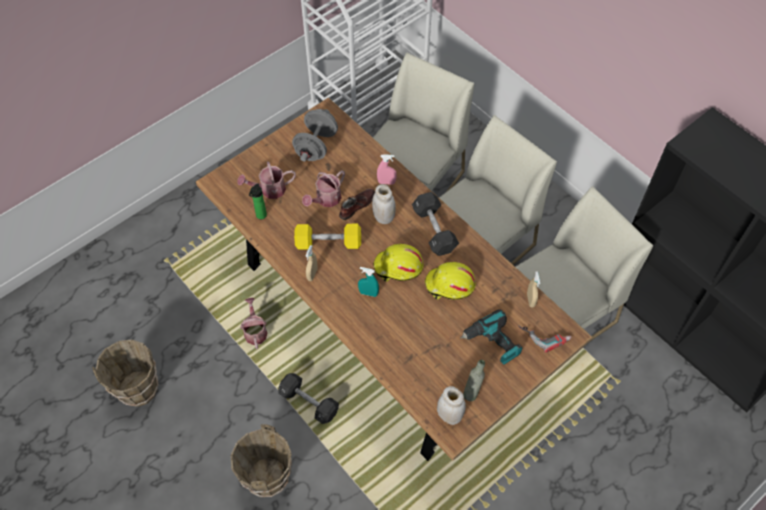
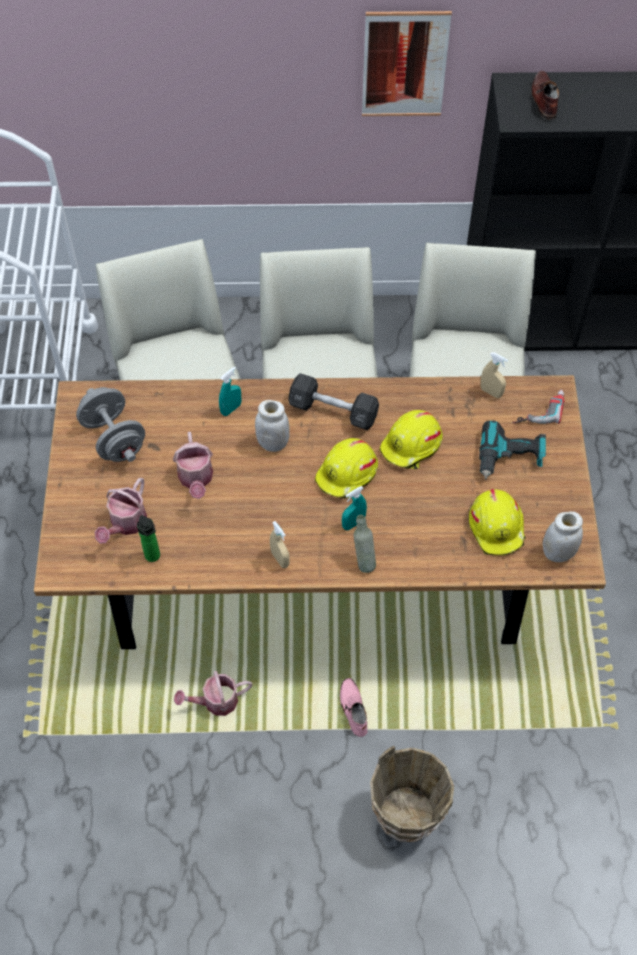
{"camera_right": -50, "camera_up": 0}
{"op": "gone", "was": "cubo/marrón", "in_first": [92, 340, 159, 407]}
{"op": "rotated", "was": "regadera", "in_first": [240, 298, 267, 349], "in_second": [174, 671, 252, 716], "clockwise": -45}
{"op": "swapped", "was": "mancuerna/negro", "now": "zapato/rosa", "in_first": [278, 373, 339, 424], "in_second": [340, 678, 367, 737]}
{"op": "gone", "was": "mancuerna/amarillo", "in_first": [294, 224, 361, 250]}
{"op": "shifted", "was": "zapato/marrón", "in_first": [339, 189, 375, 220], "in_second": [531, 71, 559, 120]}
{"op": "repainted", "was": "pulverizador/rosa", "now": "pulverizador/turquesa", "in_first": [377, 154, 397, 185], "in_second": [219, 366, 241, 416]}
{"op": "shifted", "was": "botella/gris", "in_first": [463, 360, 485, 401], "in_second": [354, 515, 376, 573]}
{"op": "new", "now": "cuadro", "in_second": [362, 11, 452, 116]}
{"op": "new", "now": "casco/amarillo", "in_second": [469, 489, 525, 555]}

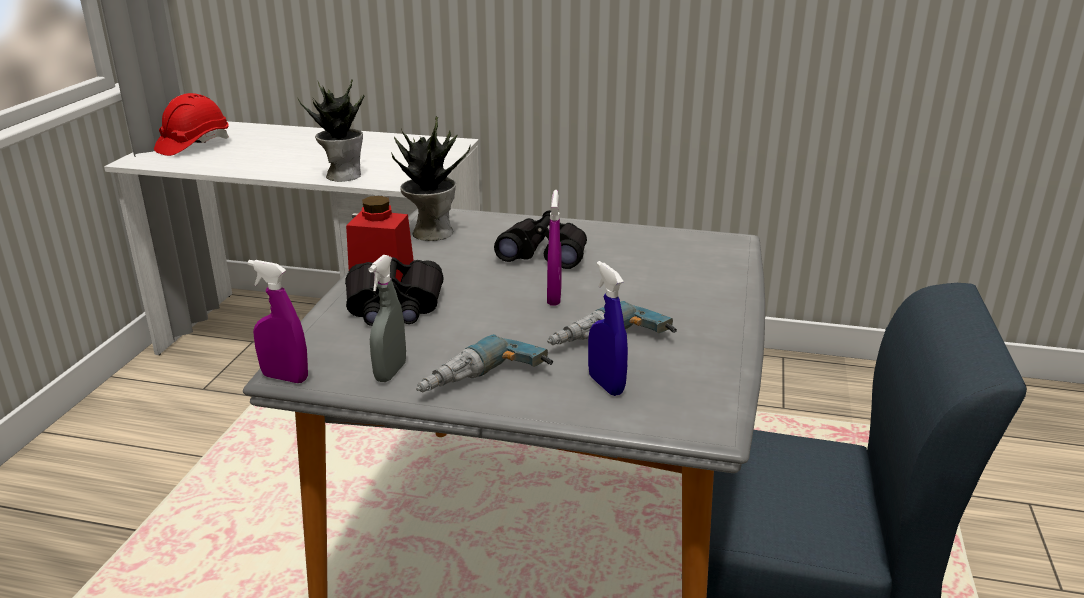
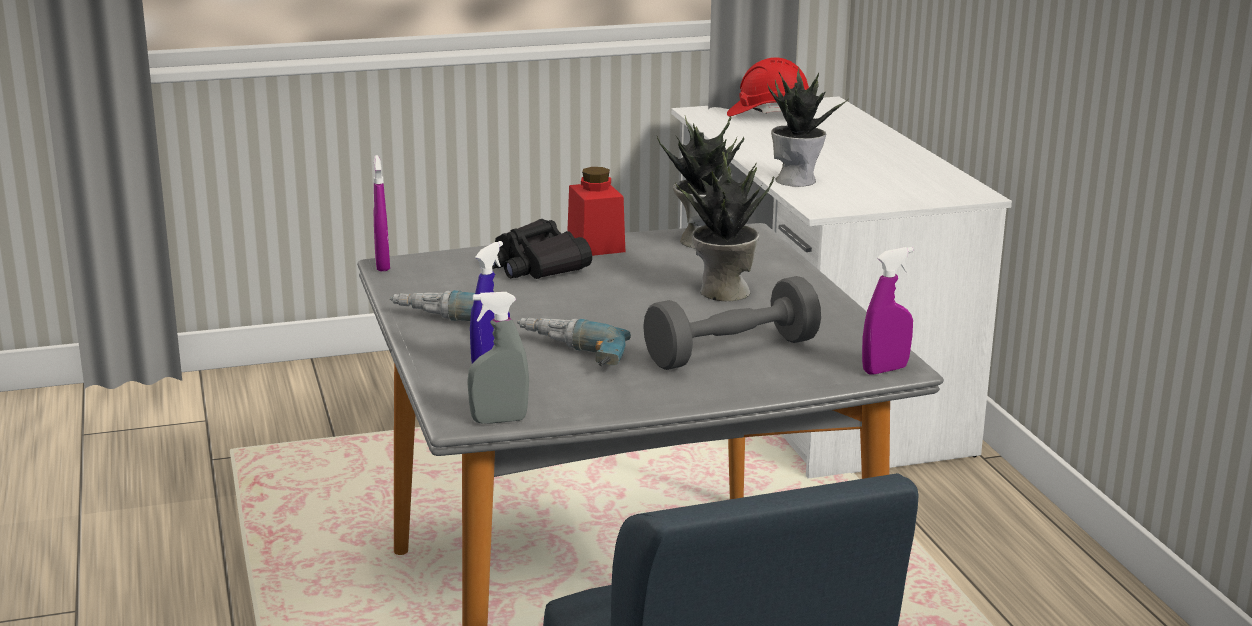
{"camera_right": 60, "camera_up": -5}
{"op": "shifted", "was": "pulverizador/gris", "in_first": [368, 255, 406, 382], "in_second": [467, 292, 529, 423]}
{"op": "swapped", "was": "prismáticos/negro", "now": "planta en maceta", "in_first": [494, 210, 587, 269], "in_second": [675, 151, 774, 301]}
{"op": "shifted", "was": "pulverizador/morado", "in_first": [547, 190, 562, 306], "in_second": [862, 247, 913, 375]}
{"op": "new", "now": "mancuerna/gris", "in_second": [643, 276, 821, 370]}

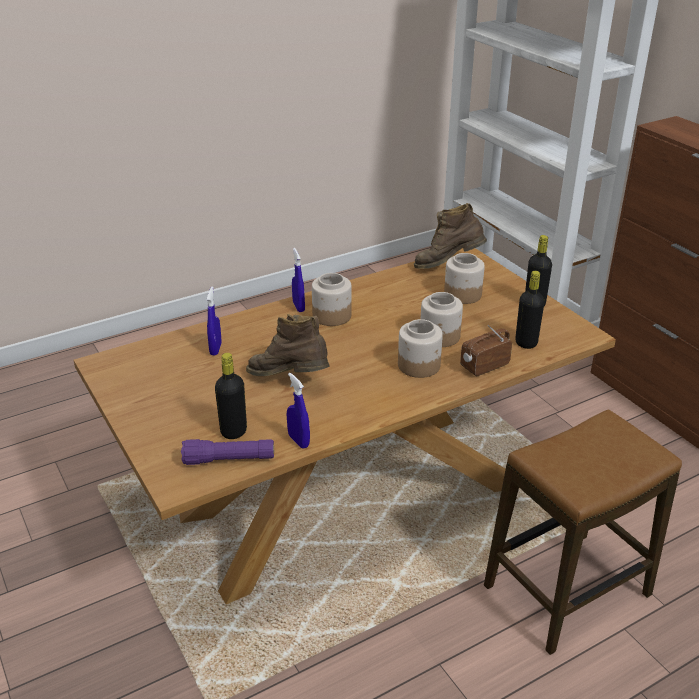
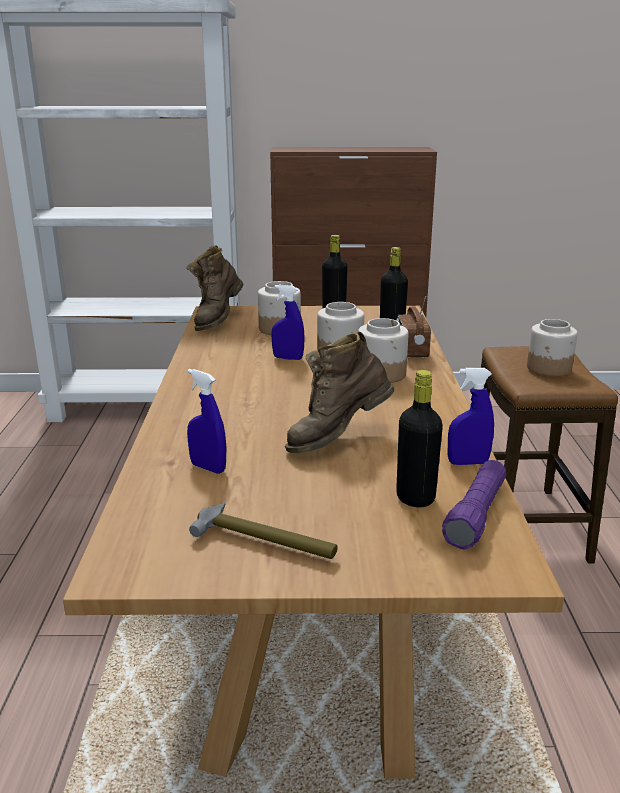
{"camera_right": -60, "camera_up": -10}
{"op": "shifted", "was": "pulverizador/azul", "in_first": [292, 248, 305, 312], "in_second": [271, 285, 305, 360]}
{"op": "shifted", "was": "tarro", "in_first": [312, 273, 352, 326], "in_second": [527, 319, 578, 376]}
{"op": "new", "now": "martillo", "in_second": [189, 502, 338, 559]}

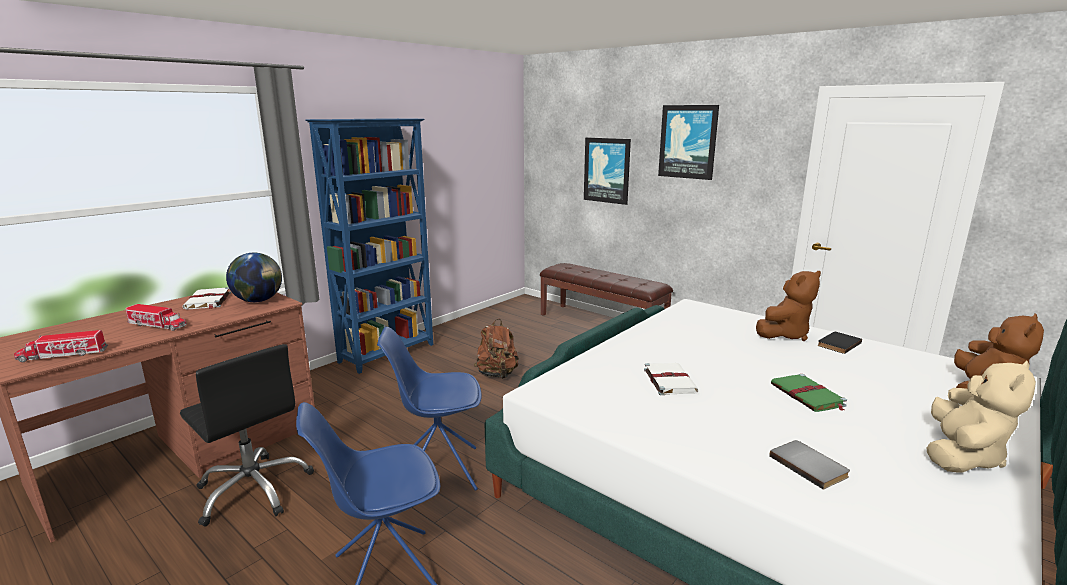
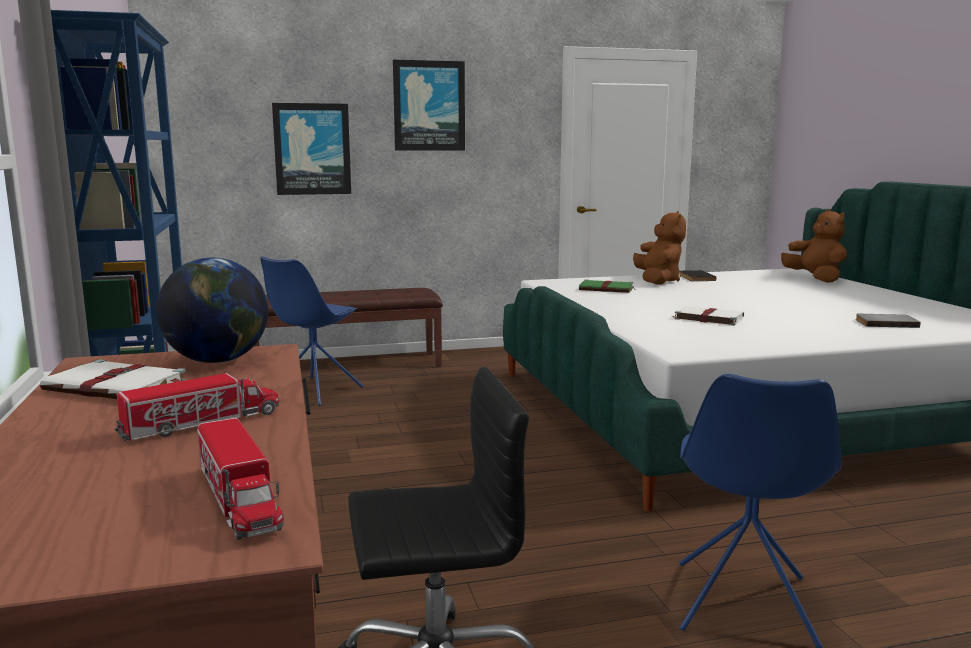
{"camera_right": -55, "camera_up": -5}
{"op": "rotated", "was": "camión de juguete", "in_first": [14, 330, 108, 362], "in_second": [197, 418, 284, 540], "clockwise": -45}
{"op": "shifted", "was": "silla/azul", "in_first": [377, 327, 482, 491], "in_second": [261, 257, 363, 406]}
{"op": "gone", "was": "mochila/marrón", "in_first": [474, 319, 519, 379]}
{"op": "shifted", "was": "libro/verde", "in_first": [771, 374, 847, 412], "in_second": [579, 279, 637, 293]}
{"op": "gone", "was": "peluche/beis", "in_first": [927, 360, 1036, 473]}

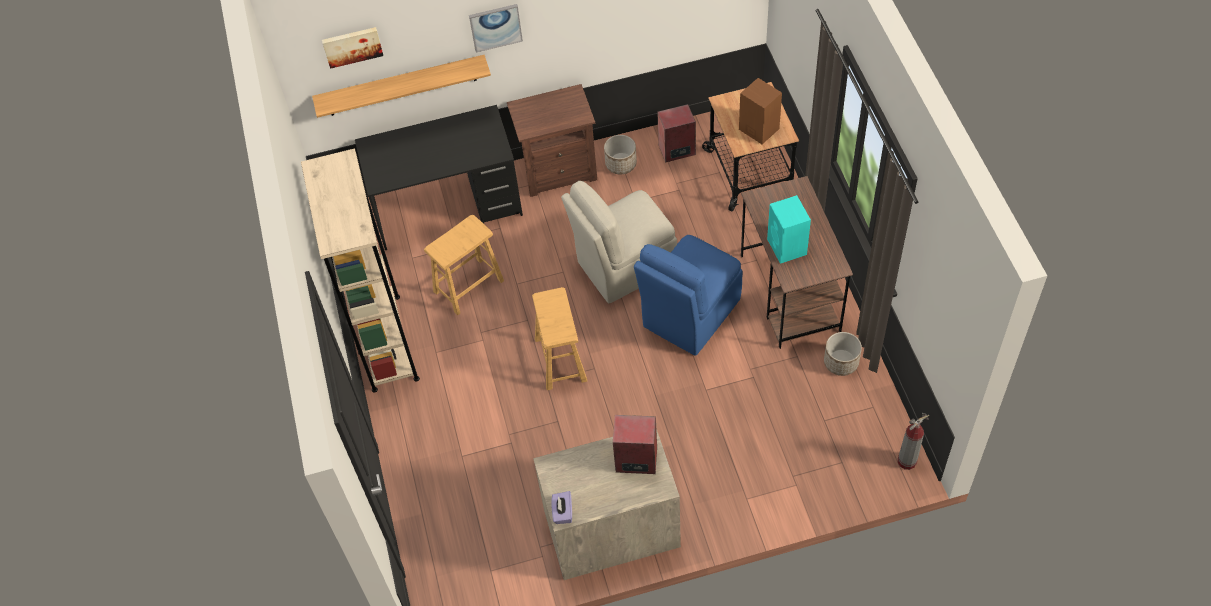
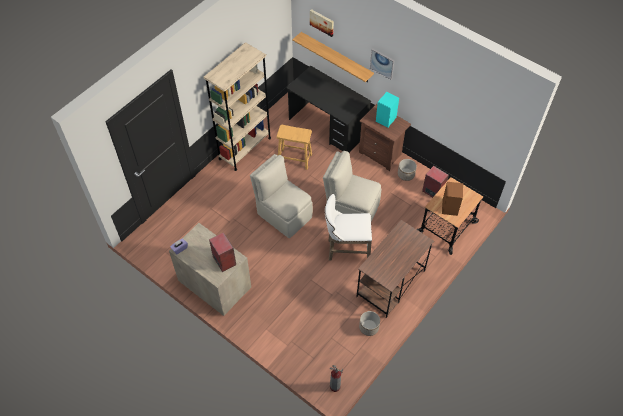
{"camera_right": 50, "camera_up": 0}
{"op": "swapped", "was": "taburete/marrón", "now": "silla/beis", "in_first": [532, 287, 587, 390], "in_second": [250, 154, 313, 238]}
{"op": "swapped", "was": "silla/azul", "now": "taburete/blanco", "in_first": [634, 235, 742, 356], "in_second": [325, 194, 372, 261]}
{"op": "shifted", "was": "altavoz/turquesa", "in_first": [767, 195, 811, 264], "in_second": [376, 92, 399, 128]}

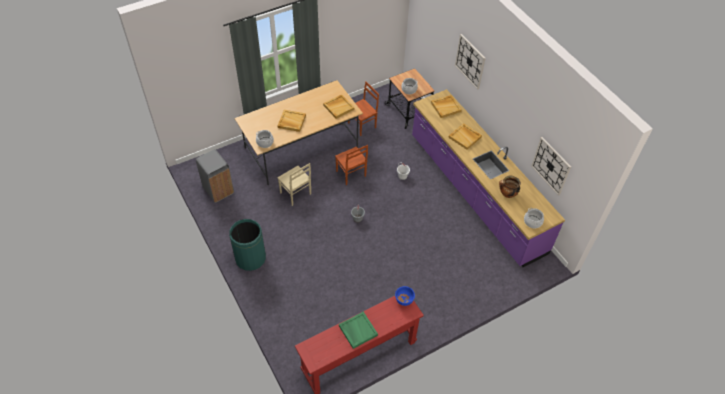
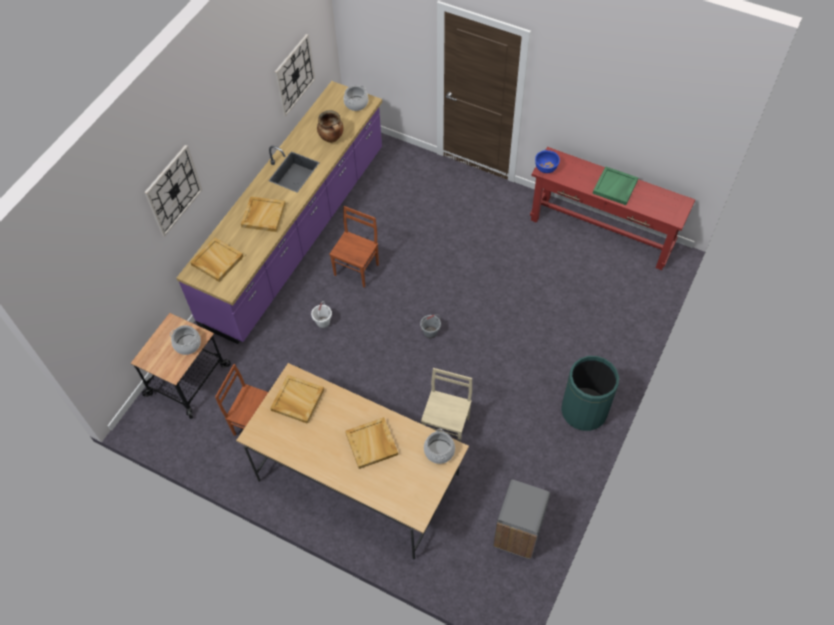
{"camera_right": -120, "camera_up": 5}
{"op": "shifted", "was": "silla/marrón", "in_first": [335, 145, 368, 185], "in_second": [329, 206, 379, 288]}

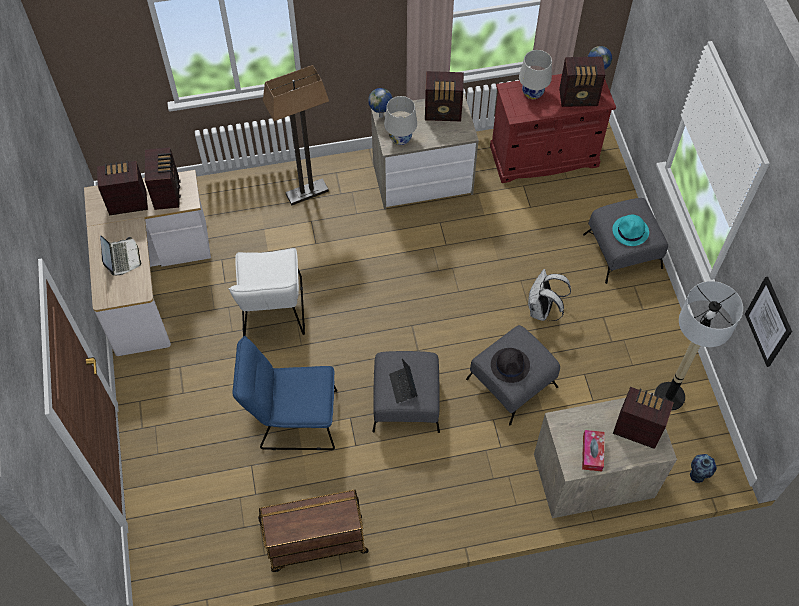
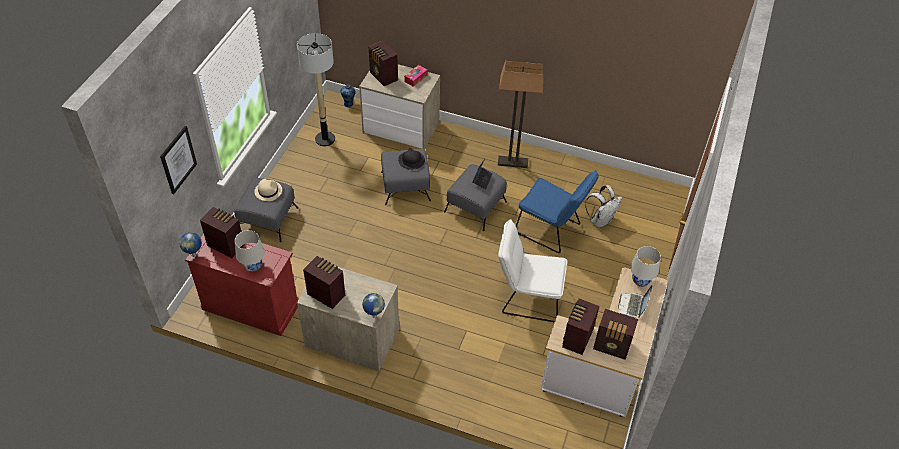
{"camera_right": -150, "camera_up": -10}
{"op": "rotated", "was": "silla/blanco", "in_first": [228, 248, 305, 337], "in_second": [498, 219, 567, 322], "clockwise": -105}
{"op": "gone", "was": "carrito/marrón", "in_first": [258, 490, 369, 572]}
{"op": "shifted", "was": "lámpara de pie", "in_first": [263, 65, 329, 205], "in_second": [498, 61, 544, 168]}
{"op": "shifted", "was": "lámpara de mesa/blanco", "in_first": [384, 96, 417, 145], "in_second": [630, 246, 661, 287]}
{"op": "shifted", "was": "mochila/blanco", "in_first": [528, 269, 571, 321], "in_second": [585, 185, 622, 228]}
{"op": "repainted", "was": "sombrero/turquesa", "now": "sombrero/beis", "in_first": [612, 215, 649, 246], "in_second": [254, 179, 282, 201]}
{"op": "shifted", "was": "cuadro", "in_first": [745, 277, 792, 367], "in_second": [160, 126, 197, 194]}

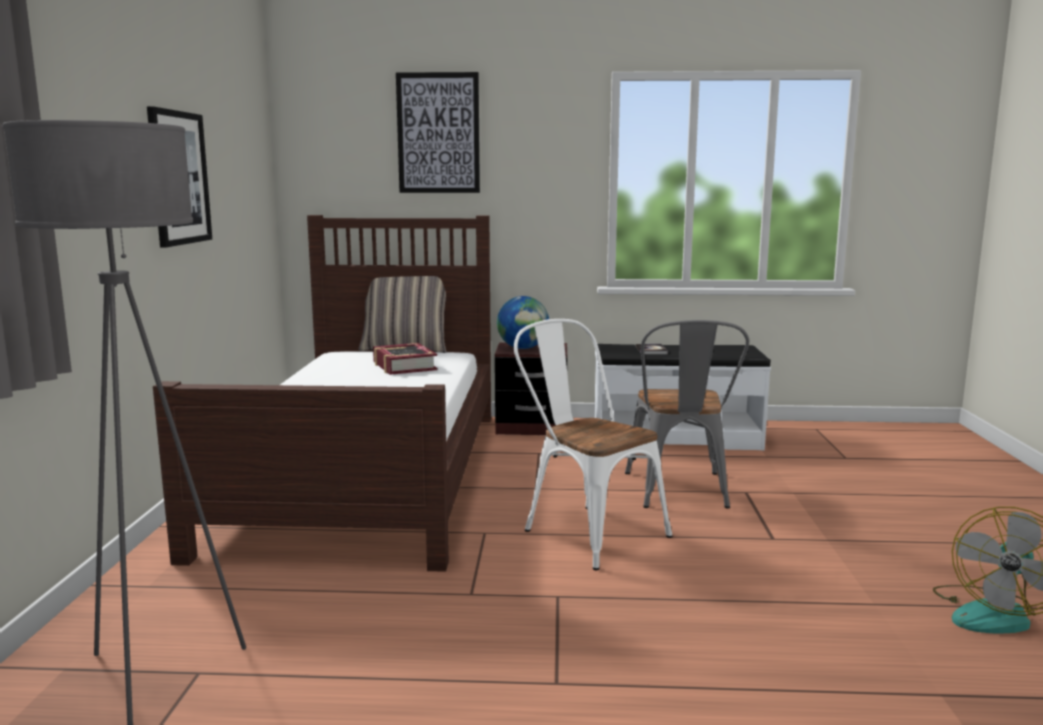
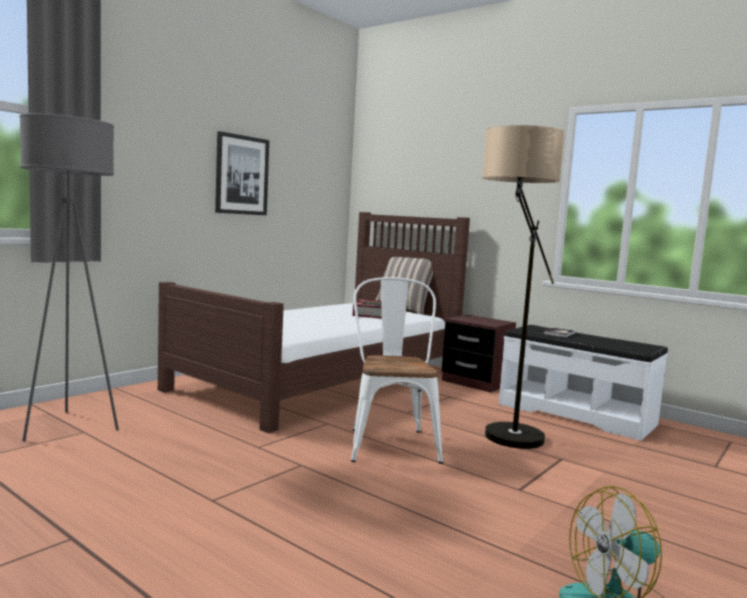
{"camera_right": 35, "camera_up": -5}
{"op": "gone", "was": "cuadro", "in_first": [396, 72, 480, 193]}
{"op": "gone", "was": "globo terráqueo", "in_first": [497, 296, 549, 349]}
{"op": "swapped", "was": "silla/gris", "now": "lámpara de pie", "in_first": [625, 320, 749, 509], "in_second": [482, 125, 565, 449]}

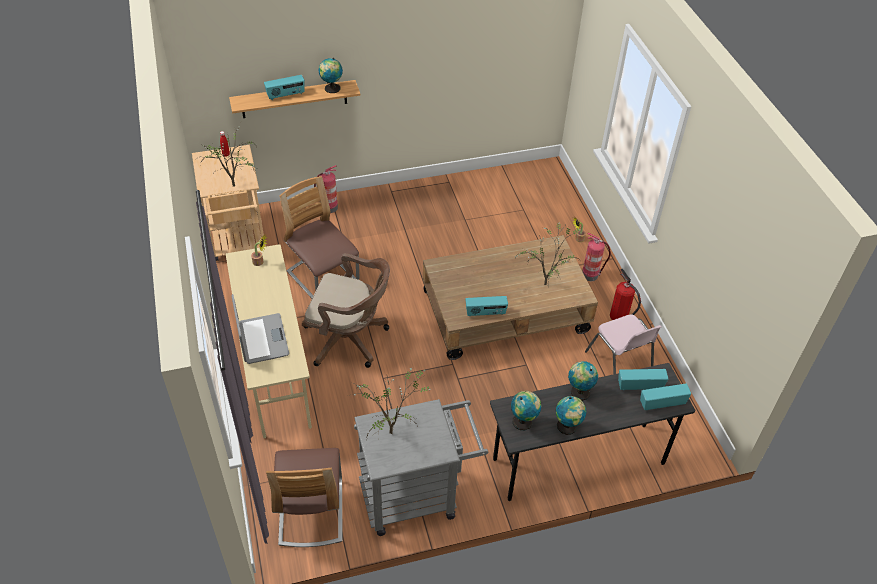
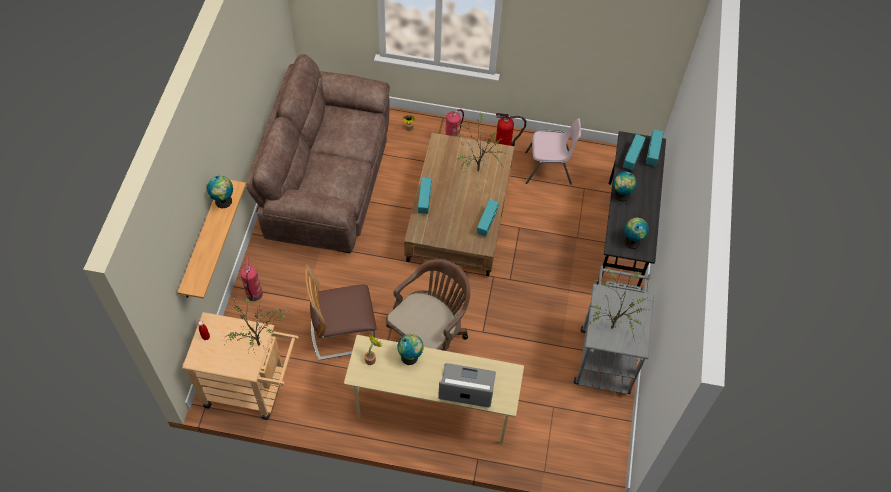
{"camera_right": -65, "camera_up": 10}
{"op": "shifted", "was": "radio", "in_first": [264, 75, 305, 100], "in_second": [418, 178, 432, 214]}
{"op": "gone", "was": "silla", "in_first": [266, 448, 342, 547]}
{"op": "shifted", "was": "globo terráqueo", "in_first": [556, 396, 586, 435], "in_second": [398, 334, 423, 365]}
{"op": "new", "now": "sofá/marrón", "in_second": [246, 54, 390, 253]}

